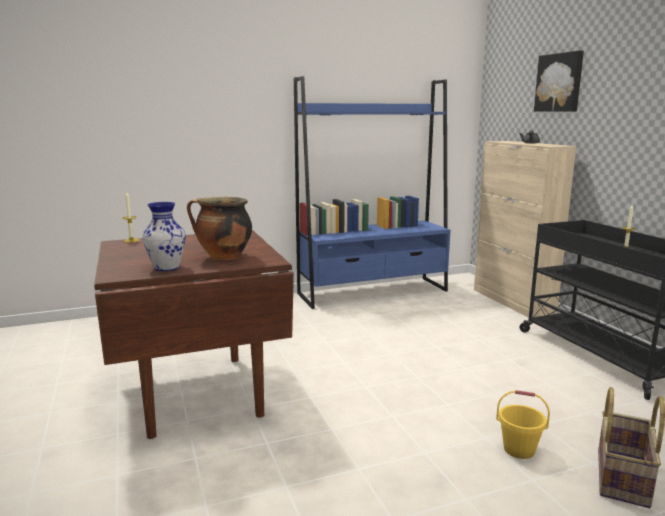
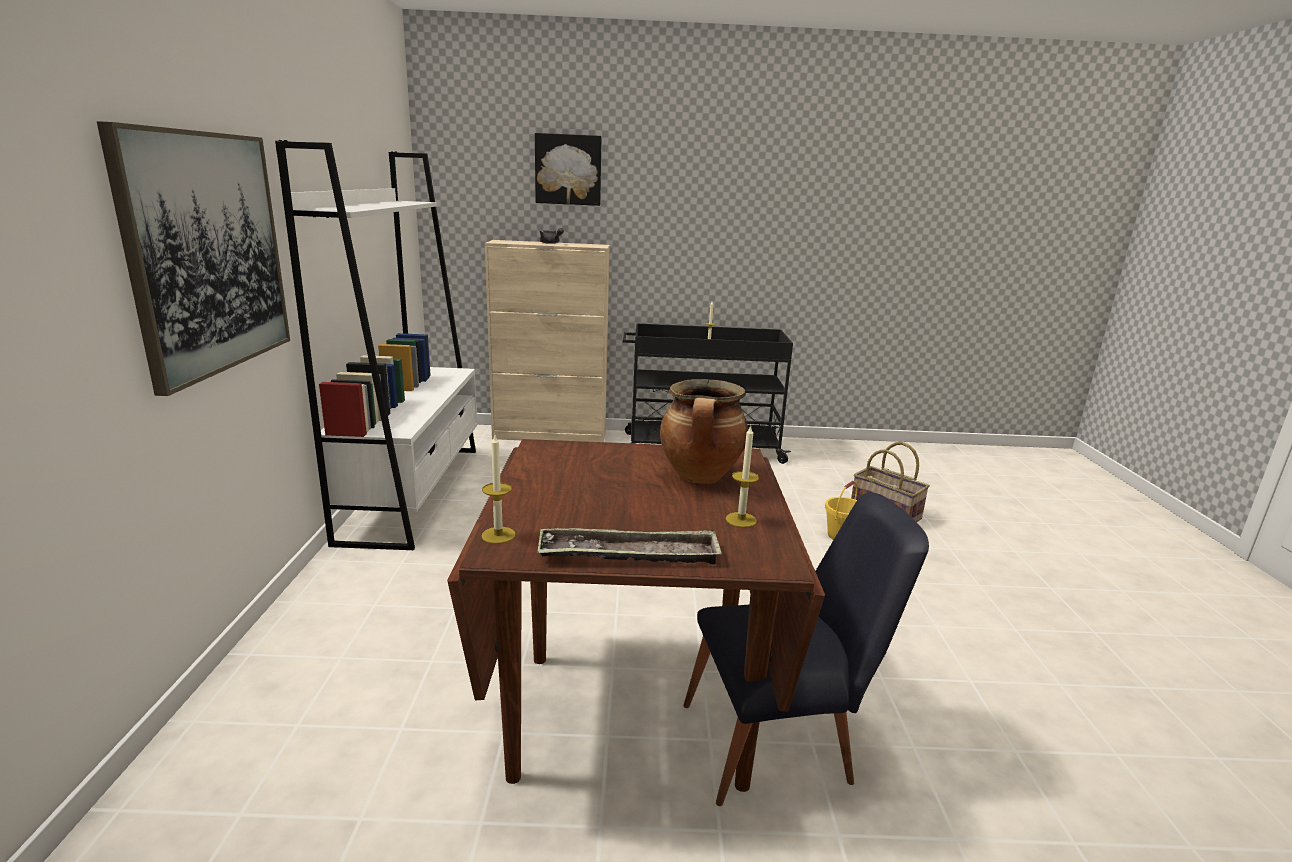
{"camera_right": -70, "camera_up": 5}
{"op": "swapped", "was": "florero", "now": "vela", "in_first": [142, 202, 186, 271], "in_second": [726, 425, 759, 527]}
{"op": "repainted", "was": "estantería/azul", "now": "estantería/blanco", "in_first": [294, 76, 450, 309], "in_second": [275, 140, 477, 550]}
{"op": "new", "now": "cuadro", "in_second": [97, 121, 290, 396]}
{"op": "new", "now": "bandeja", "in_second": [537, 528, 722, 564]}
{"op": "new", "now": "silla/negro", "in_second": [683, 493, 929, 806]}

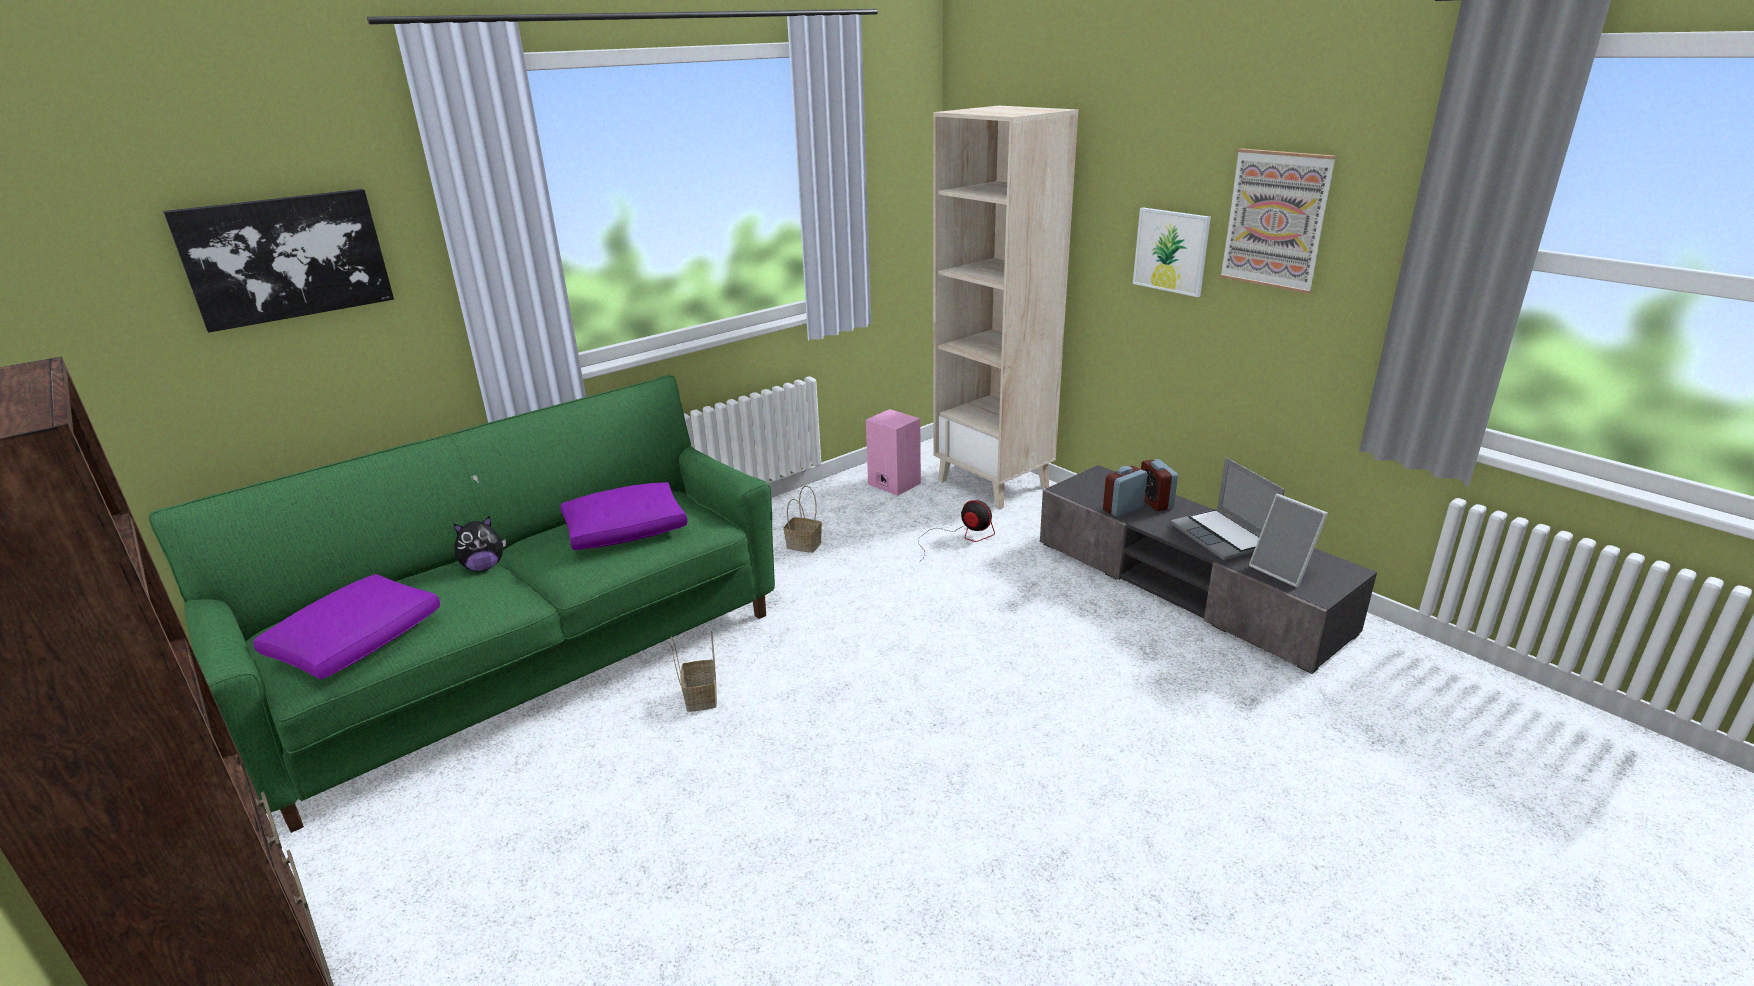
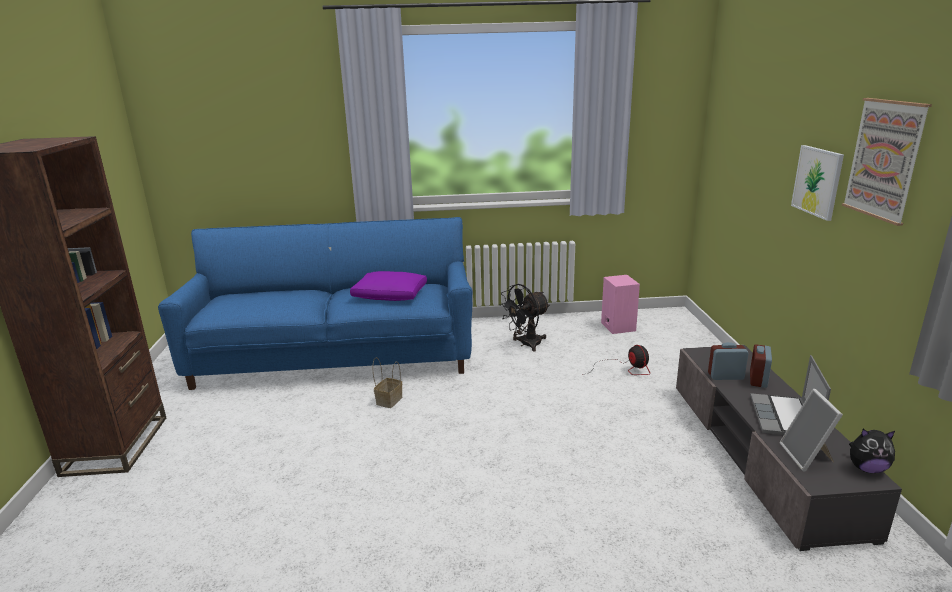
{"camera_right": 35, "camera_up": -5}
{"op": "repainted", "was": "sofá/verde", "now": "sofá/azul", "in_first": [148, 375, 775, 833], "in_second": [158, 217, 472, 390]}
{"op": "gone", "was": "cuadro", "in_first": [163, 189, 394, 332]}
{"op": "gone", "was": "cojín/morado", "in_first": [253, 574, 440, 679]}
{"op": "shifted", "was": "peluche", "in_first": [454, 516, 506, 571], "in_second": [849, 429, 895, 473]}
{"op": "swapped", "was": "cesta", "now": "ventilador/negro", "in_first": [784, 486, 822, 553], "in_second": [499, 284, 550, 352]}
{"op": "gone", "was": "estantería/beis", "in_first": [933, 106, 1078, 509]}

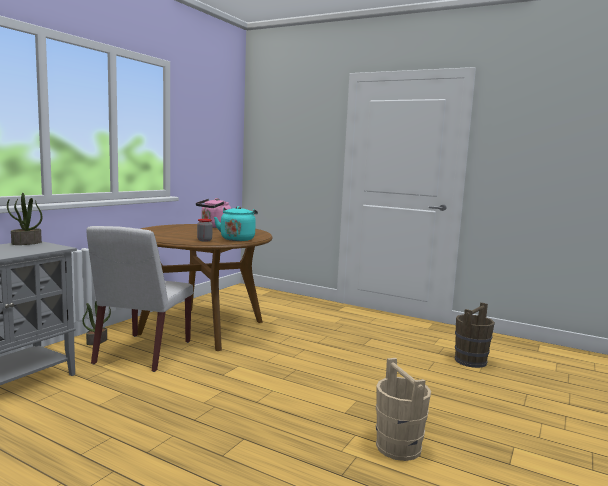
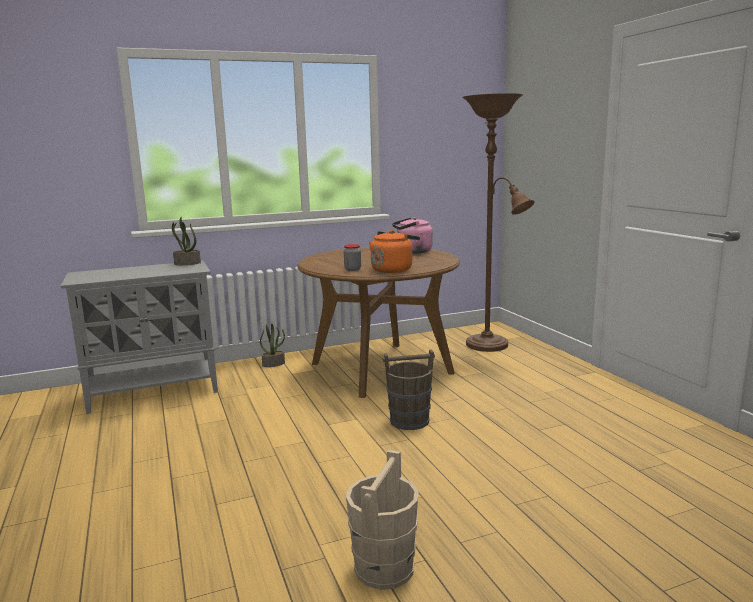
{"camera_right": 40, "camera_up": 5}
{"op": "gone", "was": "silla/blanco", "in_first": [86, 226, 193, 372]}
{"op": "repainted", "was": "hervidor/turquesa", "now": "hervidor/naranja", "in_first": [214, 206, 258, 241], "in_second": [369, 230, 420, 273]}
{"op": "shifted", "was": "cubo/marrón", "in_first": [455, 302, 495, 368], "in_second": [383, 349, 435, 430]}
{"op": "new", "now": "lámpara de pie/marrón", "in_second": [462, 93, 534, 352]}

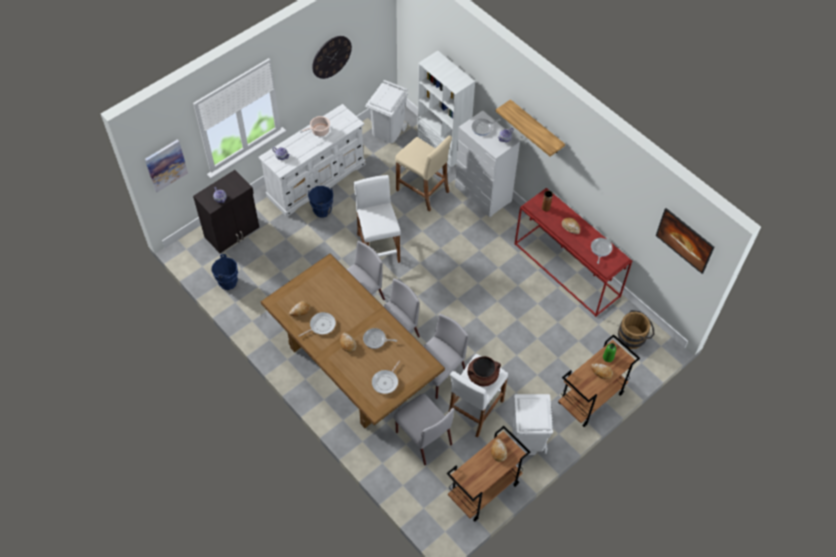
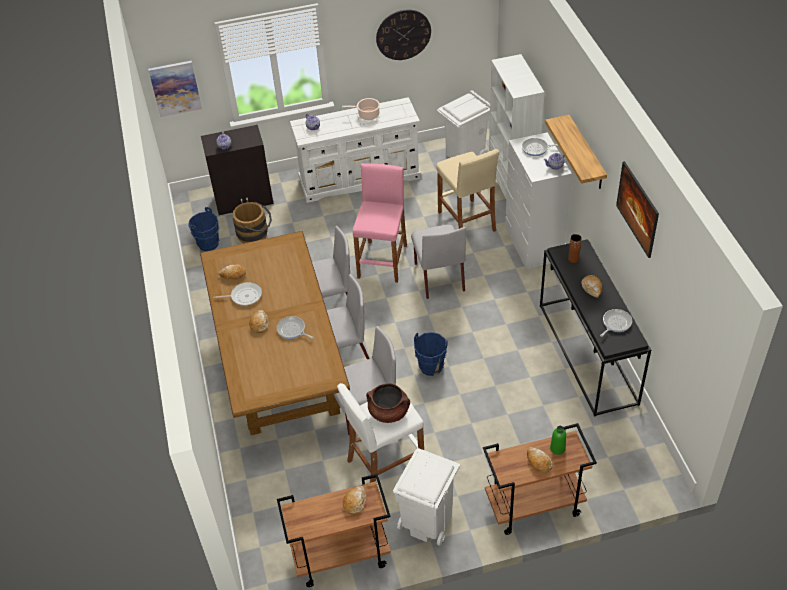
{"camera_right": 30, "camera_up": -10}
{"op": "shifted", "was": "cubo/azul", "in_first": [308, 186, 333, 218], "in_second": [414, 332, 448, 376]}
{"op": "repainted", "was": "taburete/blanco", "now": "taburete/rosa", "in_first": [353, 175, 401, 263], "in_second": [353, 163, 407, 283]}
{"op": "gone", "was": "sartén", "in_first": [372, 361, 400, 394]}
{"op": "shifted", "was": "silla/gris", "in_first": [393, 394, 454, 465], "in_second": [411, 225, 466, 299]}
{"op": "repainted", "was": "mesa consola/rojo", "now": "mesa consola/negro", "in_first": [515, 188, 632, 317], "in_second": [540, 239, 651, 417]}
{"op": "shifted", "was": "cubo/marrón", "in_first": [618, 310, 654, 349], "in_second": [233, 202, 272, 244]}
{"op": "shifted", "was": "cuadro", "in_first": [656, 208, 714, 274], "in_second": [616, 161, 659, 258]}

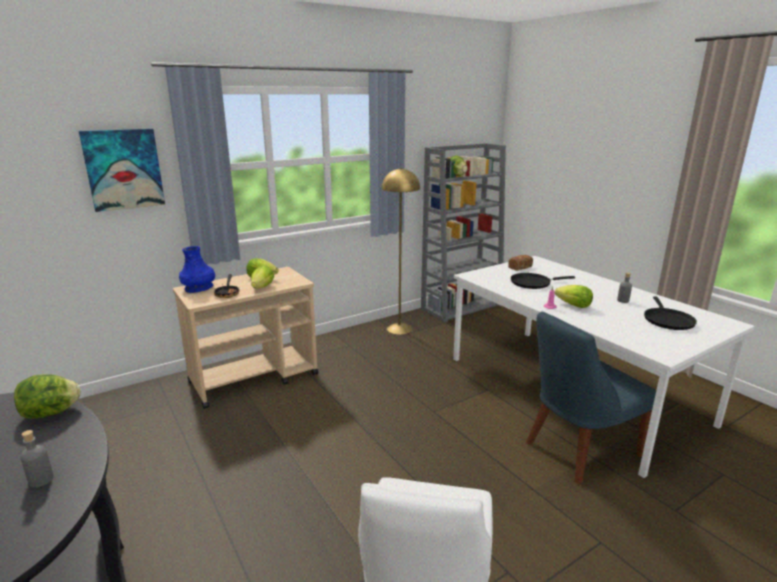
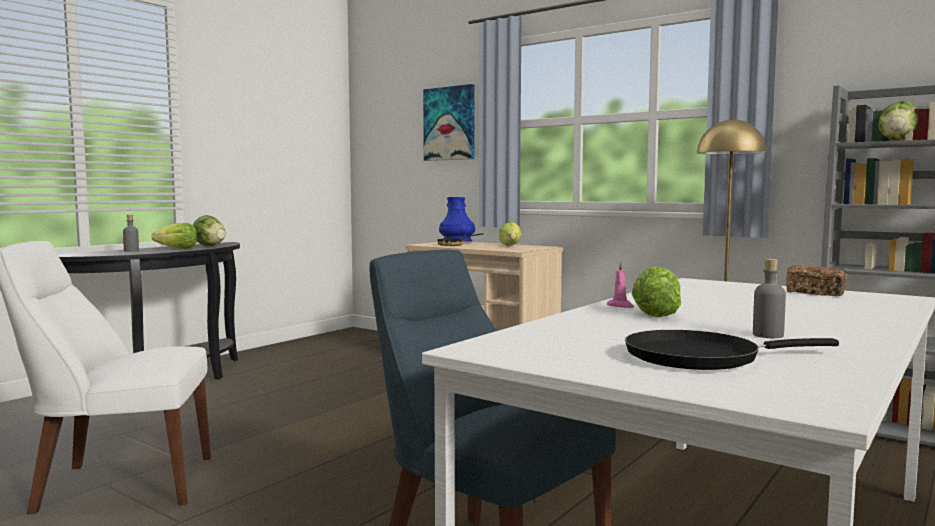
{"camera_right": 70, "camera_up": -15}
{"op": "shifted", "was": "lechuga", "in_first": [251, 266, 274, 289], "in_second": [152, 223, 198, 249]}
{"op": "gone", "was": "sartén/negro", "in_first": [511, 273, 575, 289]}

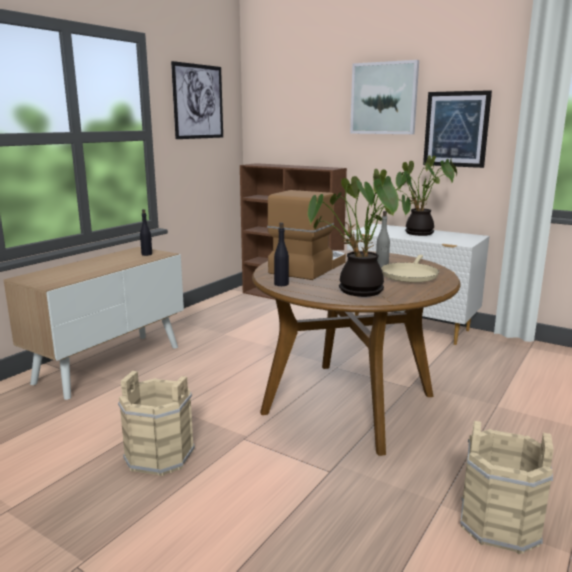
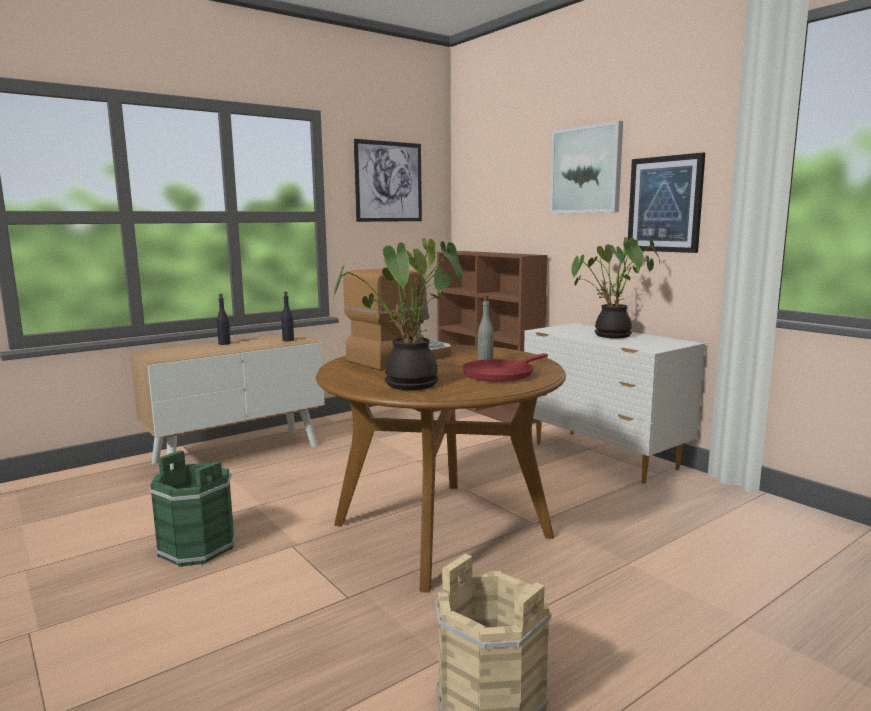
{"camera_right": 20, "camera_up": -5}
{"op": "repainted", "was": "cubo/beis", "now": "cubo/verde", "in_first": [118, 371, 195, 476], "in_second": [149, 450, 236, 567]}
{"op": "shifted", "was": "botella/negro", "in_first": [274, 222, 289, 286], "in_second": [217, 294, 230, 345]}
{"op": "repainted", "was": "sartén/beis", "now": "sartén/rojo", "in_first": [381, 255, 439, 282], "in_second": [462, 353, 548, 382]}

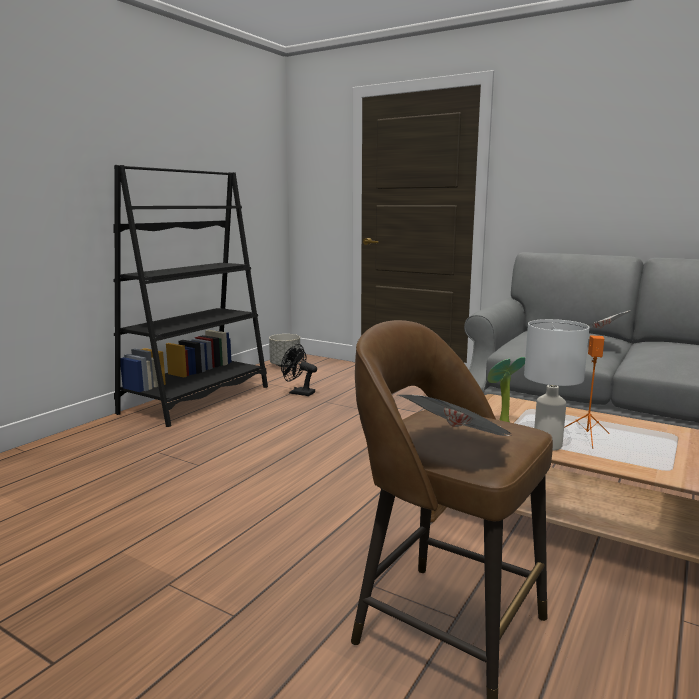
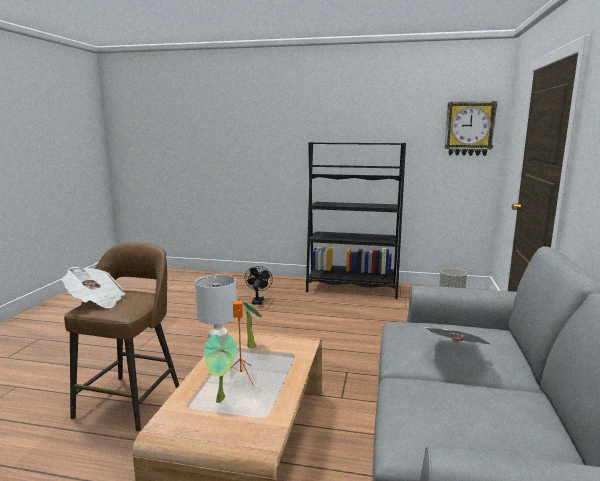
{"camera_right": 70, "camera_up": 0}
{"op": "shifted", "was": "ventilador/negro", "in_first": [281, 344, 317, 396], "in_second": [245, 266, 273, 305]}
{"op": "new", "now": "planta en maceta", "in_second": [204, 335, 237, 403]}
{"op": "new", "now": "reloj de pared", "in_second": [444, 101, 498, 156]}

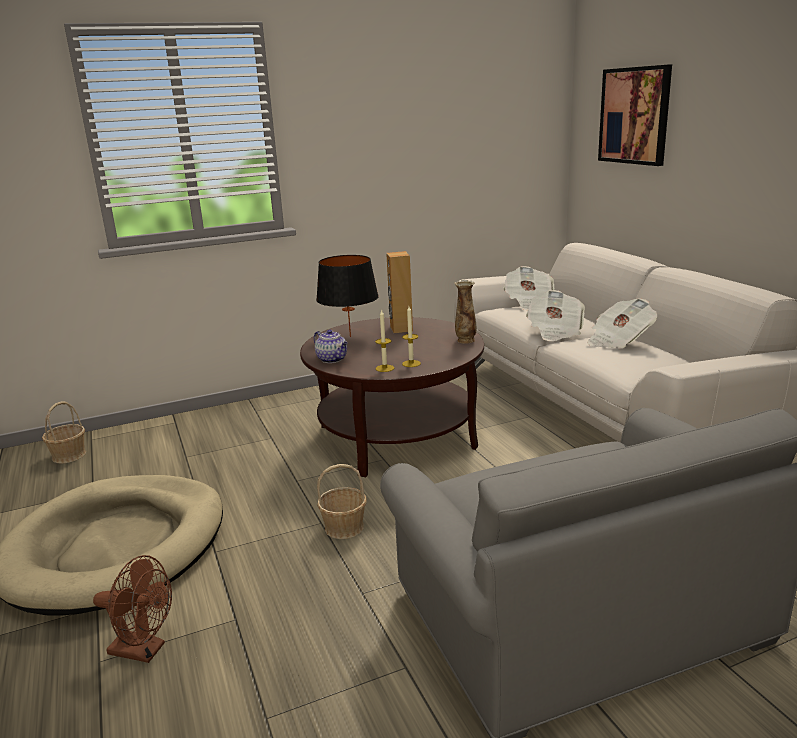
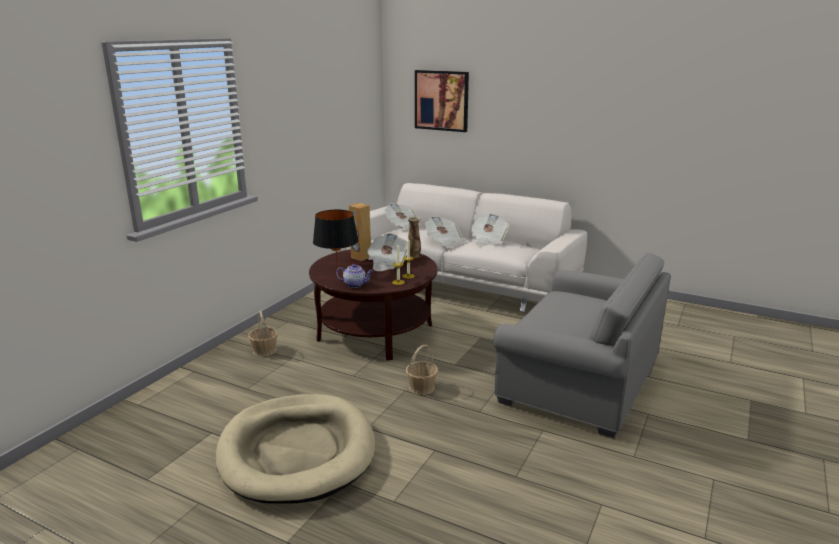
{"camera_right": -40, "camera_up": 0}
{"op": "shifted", "was": "cesta", "in_first": [42, 401, 86, 463], "in_second": [248, 311, 278, 357]}
{"op": "gone", "was": "ventilador/marrón", "in_first": [93, 555, 172, 663]}
{"op": "new", "now": "periódico", "in_second": [367, 233, 407, 271]}

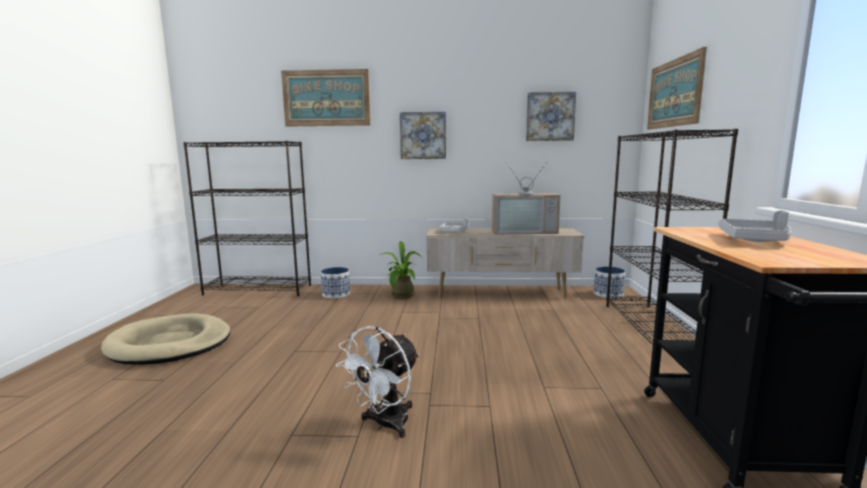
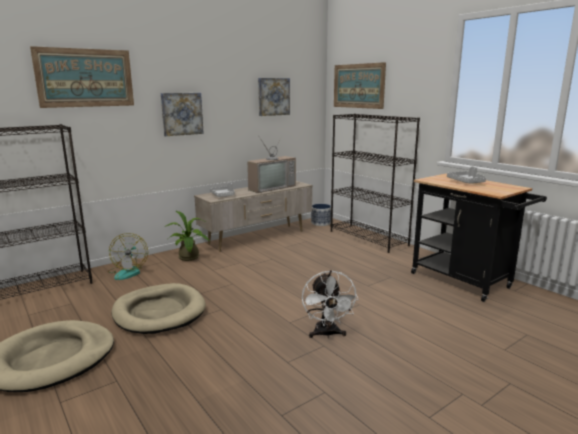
{"camera_right": -40, "camera_up": 5}
{"op": "swapped", "was": "maceta", "now": "ventilador", "in_first": [321, 267, 350, 299], "in_second": [108, 233, 148, 280]}
{"op": "new", "now": "cama para perro/beis", "in_second": [112, 283, 206, 334]}

